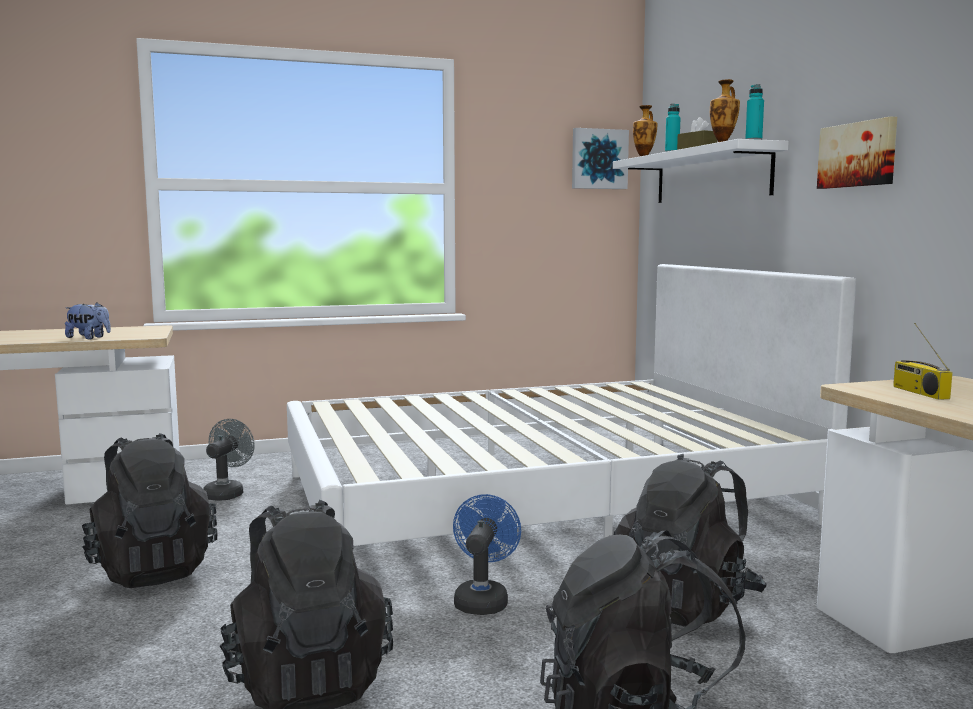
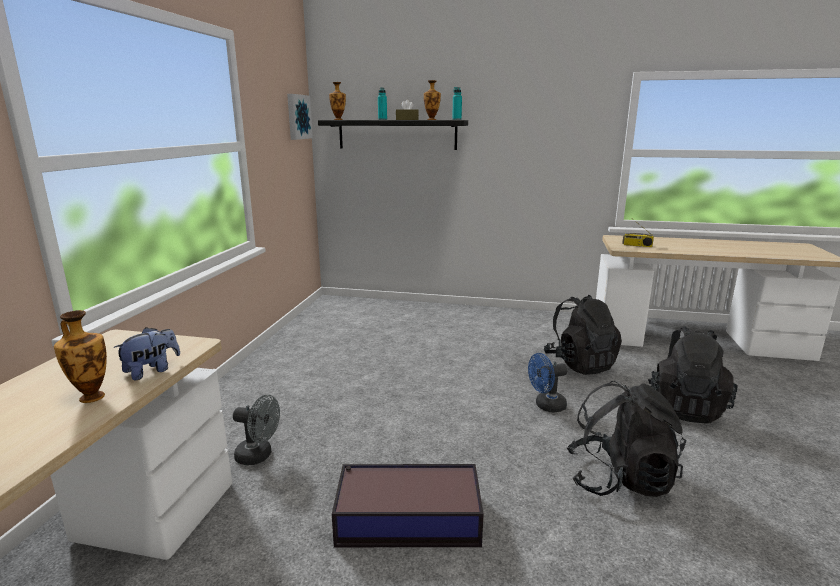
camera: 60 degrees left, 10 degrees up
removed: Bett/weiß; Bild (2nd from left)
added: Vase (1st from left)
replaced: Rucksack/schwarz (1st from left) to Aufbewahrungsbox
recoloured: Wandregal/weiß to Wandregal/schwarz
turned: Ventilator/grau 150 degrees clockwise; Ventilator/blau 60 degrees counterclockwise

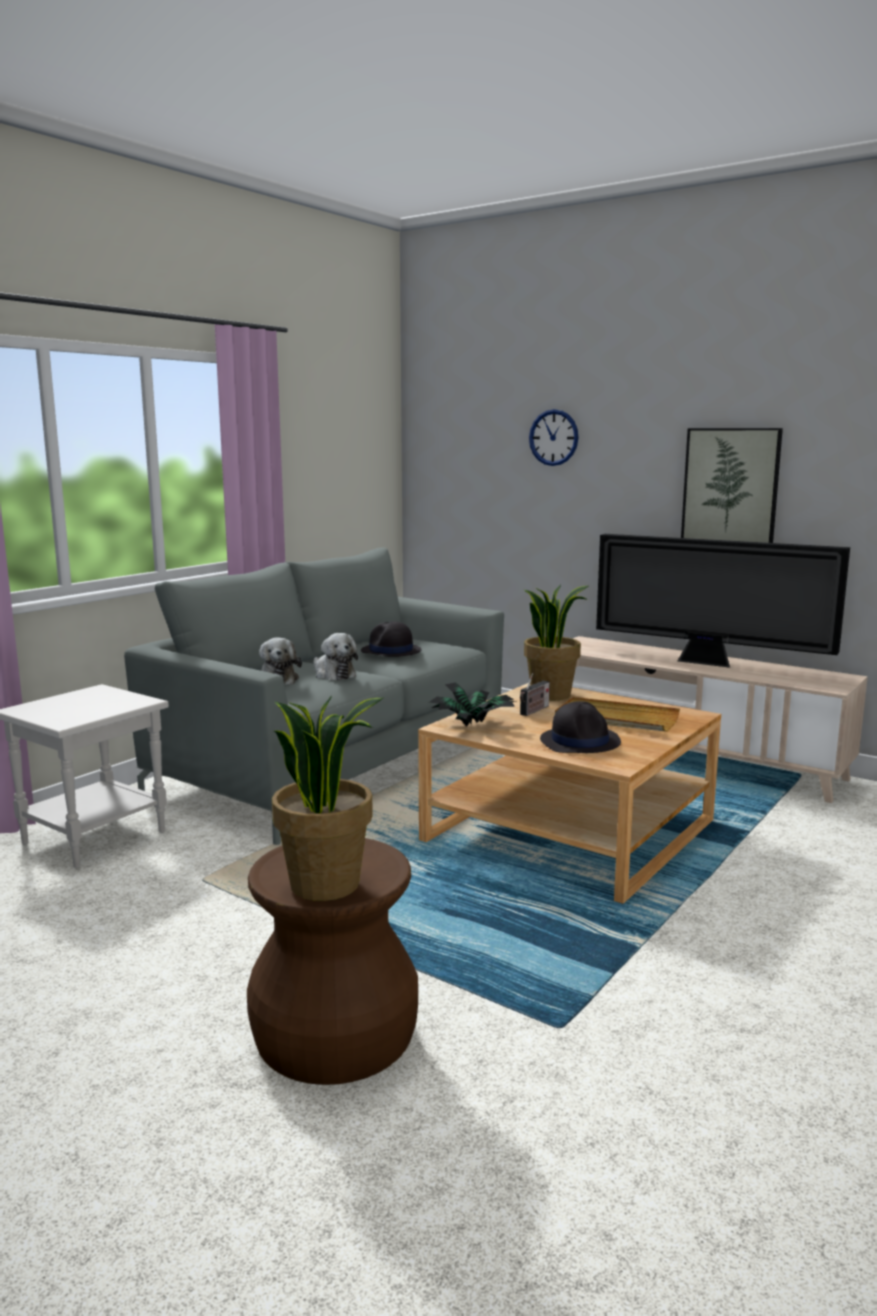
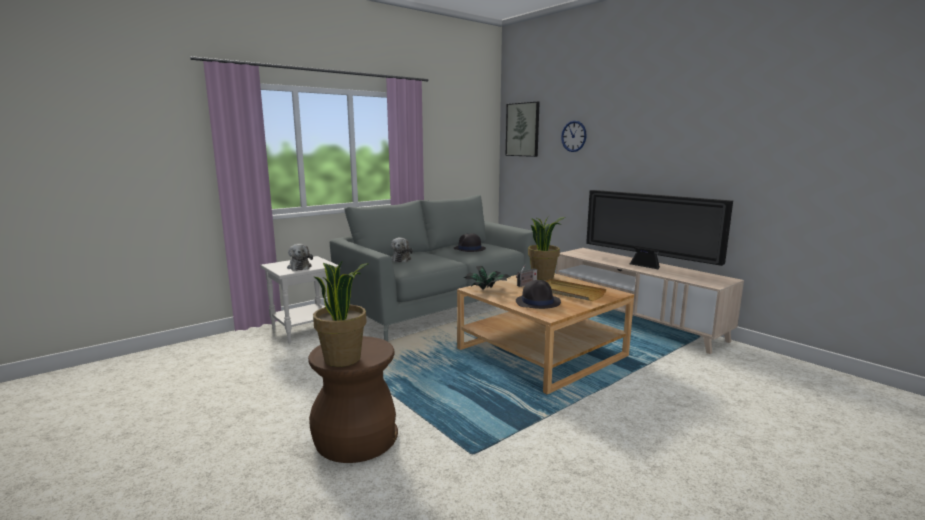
camera: 15 degrees right, 0 degrees up
moved: Plüschtier (2nd from left in the first image) to Plüschtier (1st from left); Bild

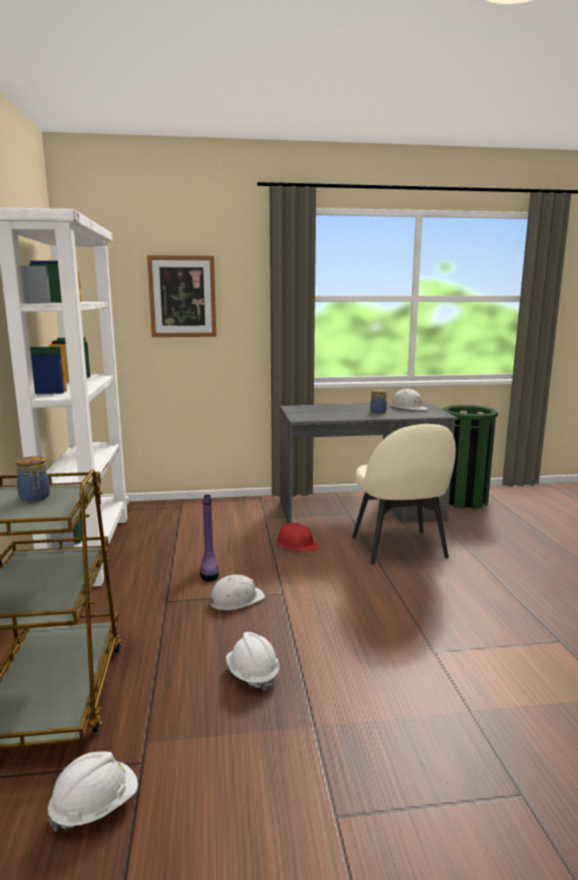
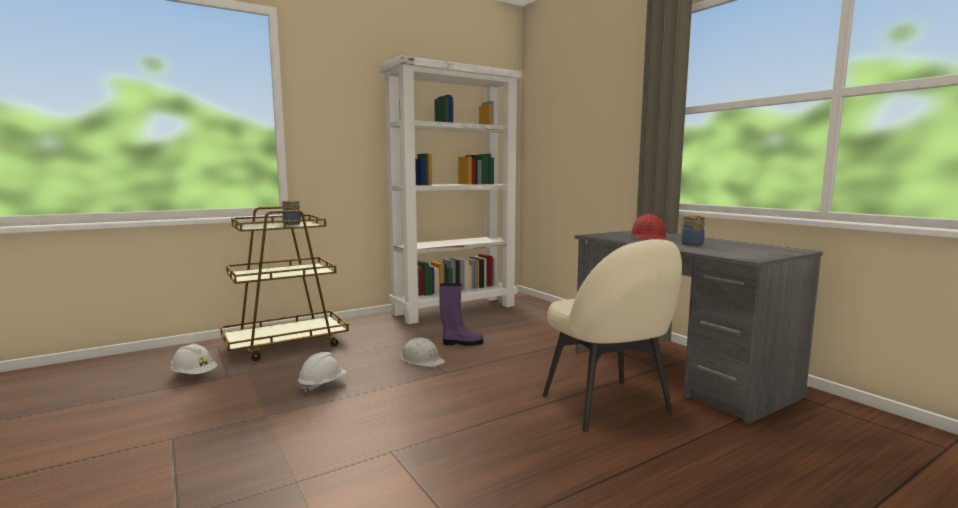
camera: 65 degrees right, 5 degrees down
removed: Bild; Schutzhelm/weiß (4th from left); Mülleimer/grün
moved: Schutzhelm/rot
turned: Stiefel/lila 150 degrees counterclockwise; Stuhl/beige 75 degrees counterclockwise

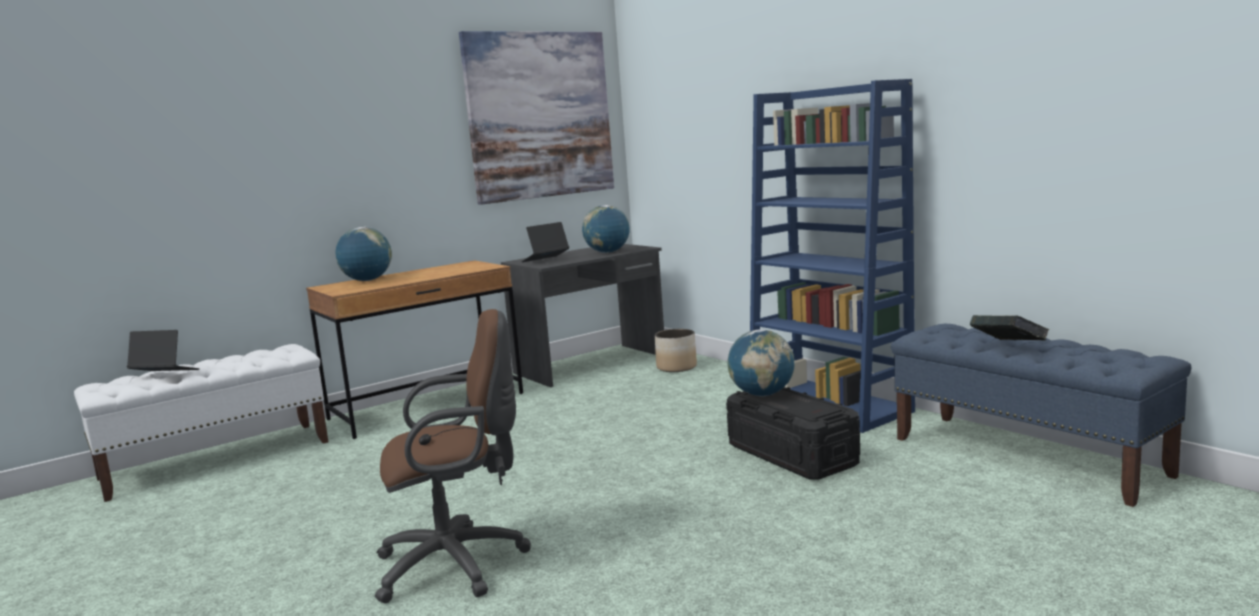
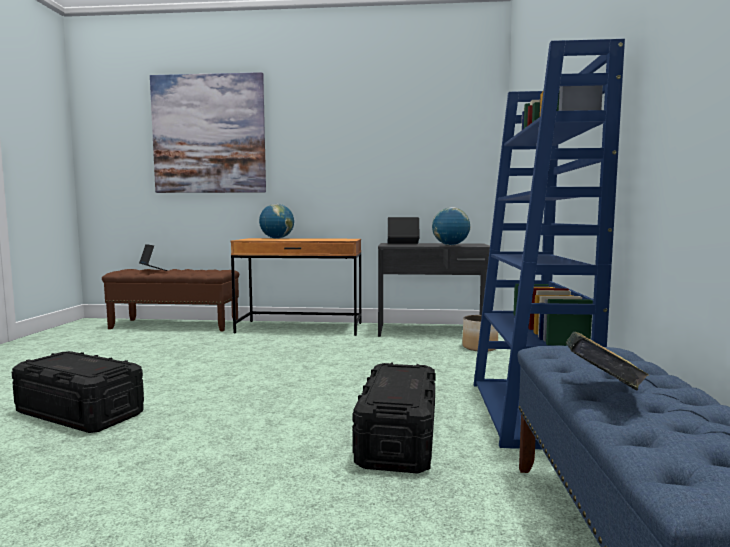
camera: 40 degrees right, 5 degrees down
removed: Globus (3rd from left)
moved: Bild
replaced: Bürostuhl/braun to Aufbewahrungsbox/schwarz (1st from left)
recoloured: Bank/weiß to Bank/braun

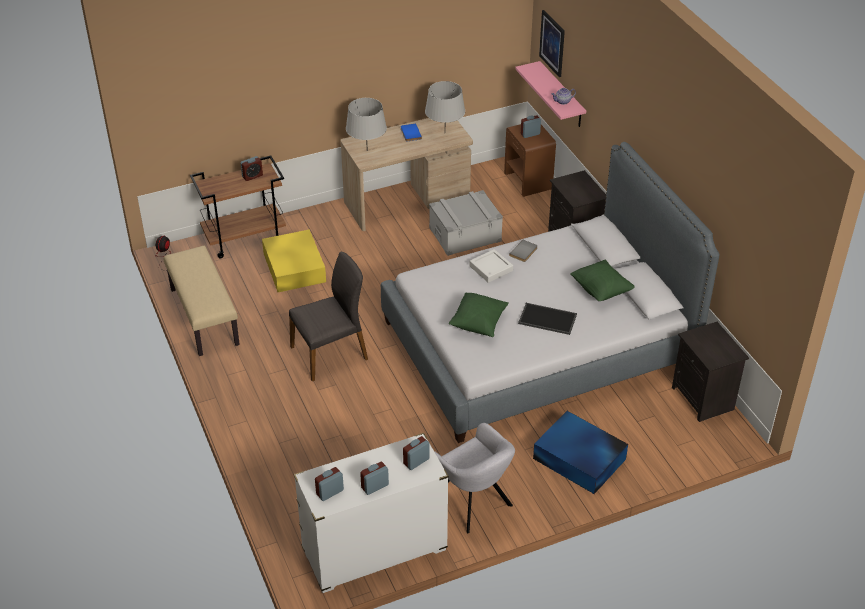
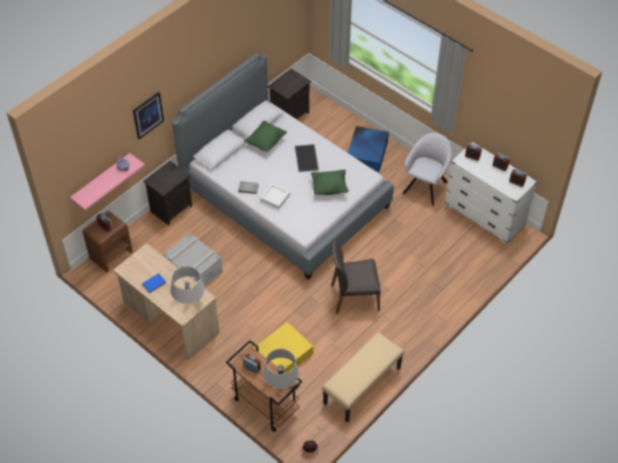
camera: 115 degrees left, 10 degrees up
moved: Tischlampe/grau (2nd from left); Bild
turned: Stuhl/grau 45 degrees counterclockwise

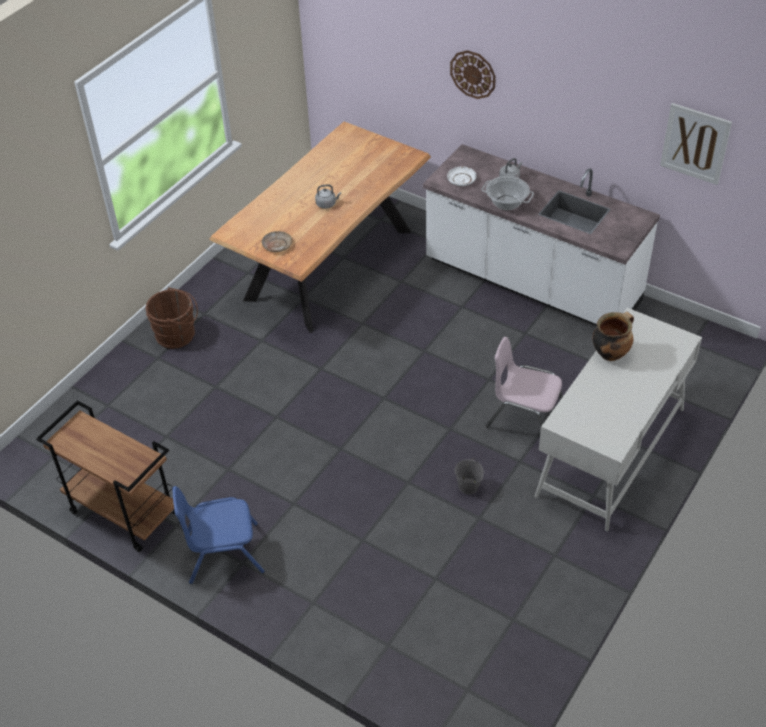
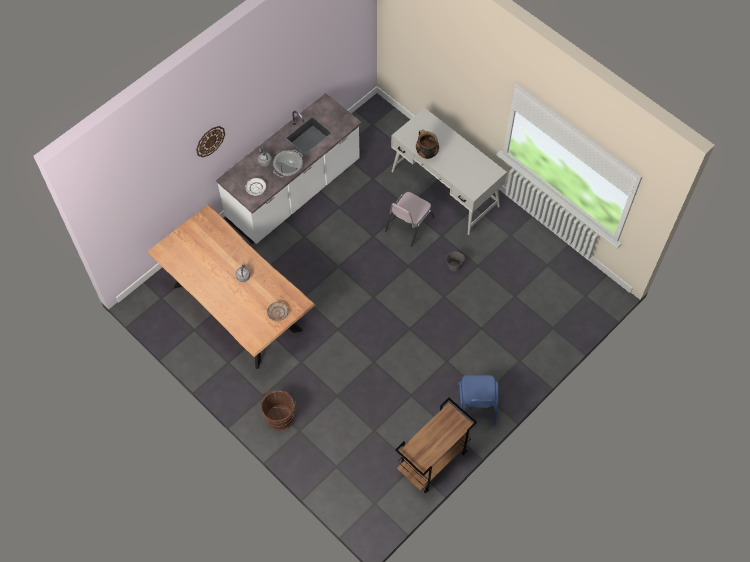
camera: 80 degrees left, 15 degrees up
removed: Bild

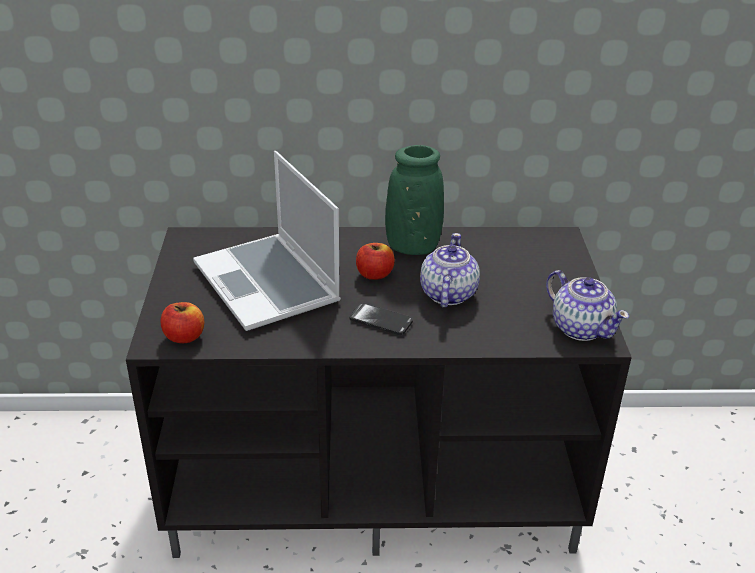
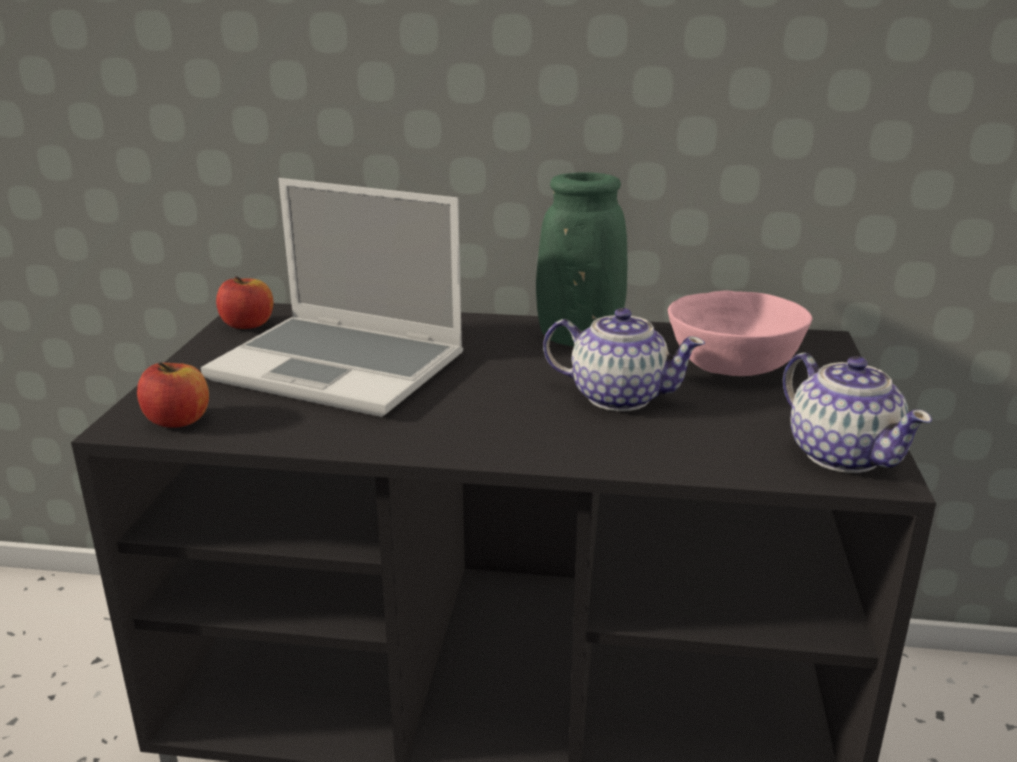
camera: 10 degrees right, 10 degrees down
removed: Handy
added: Schüssel/rosa
moved: Apfel (2nd from left)
turned: Laptop 45 degrees counterclockwise; Teekanne (1st from left) 90 degrees clockwise

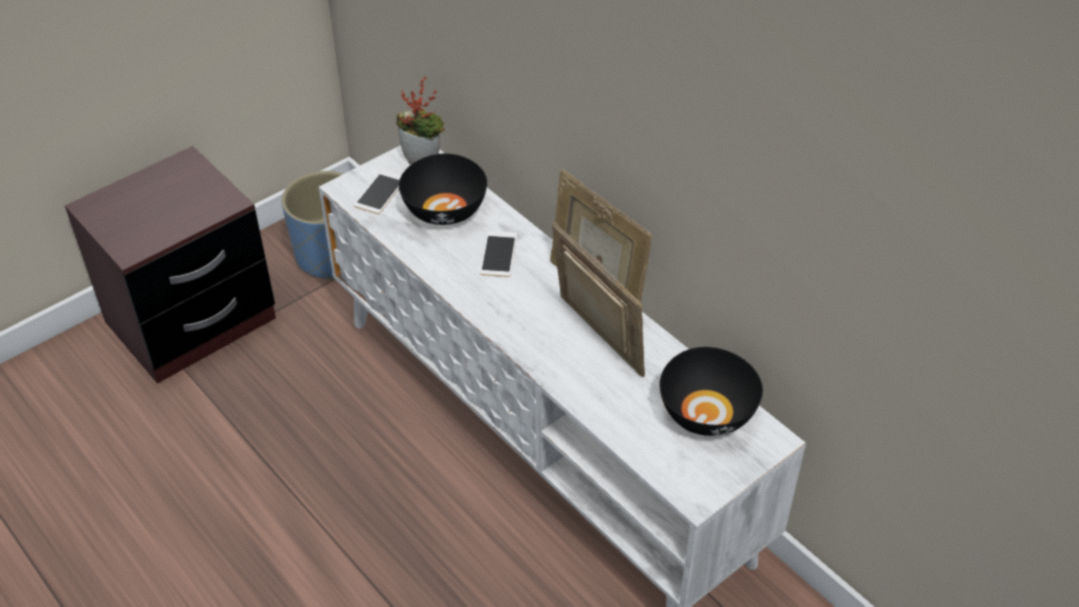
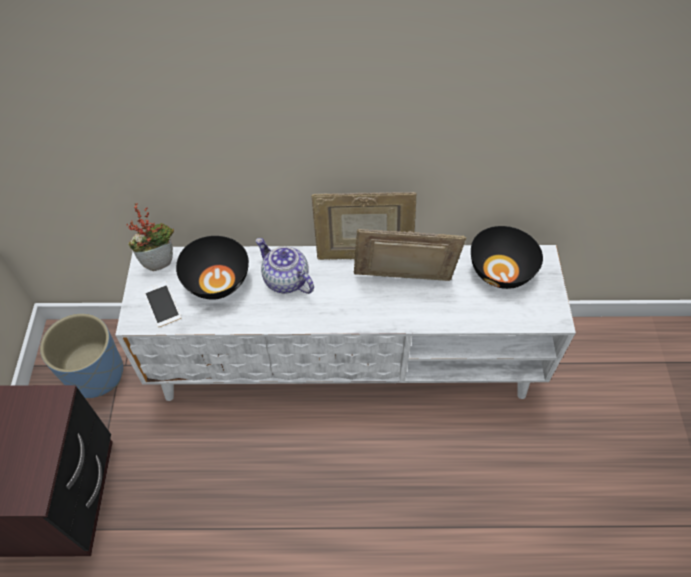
camera: 50 degrees left, 10 degrees up
replaced: Handy (2nd from left) to Teekanne

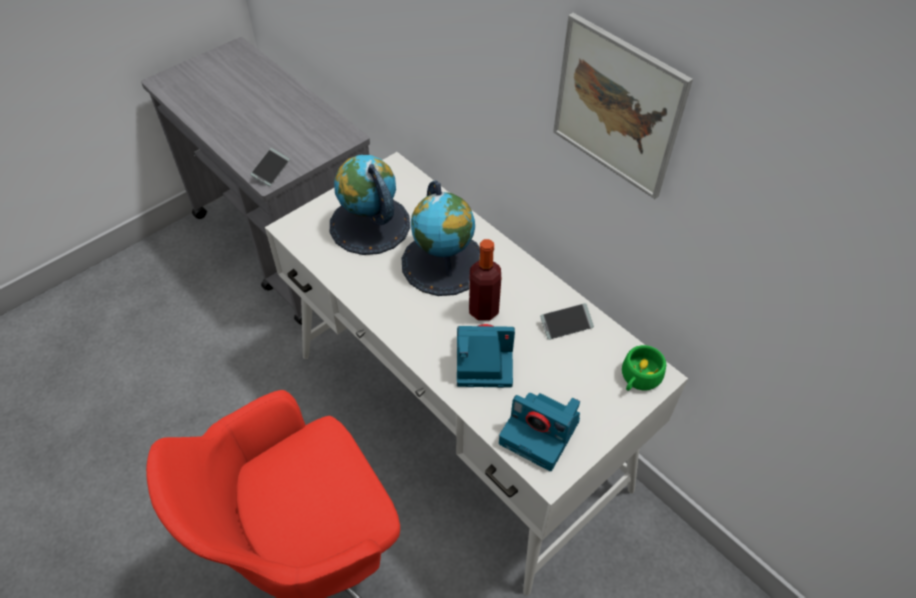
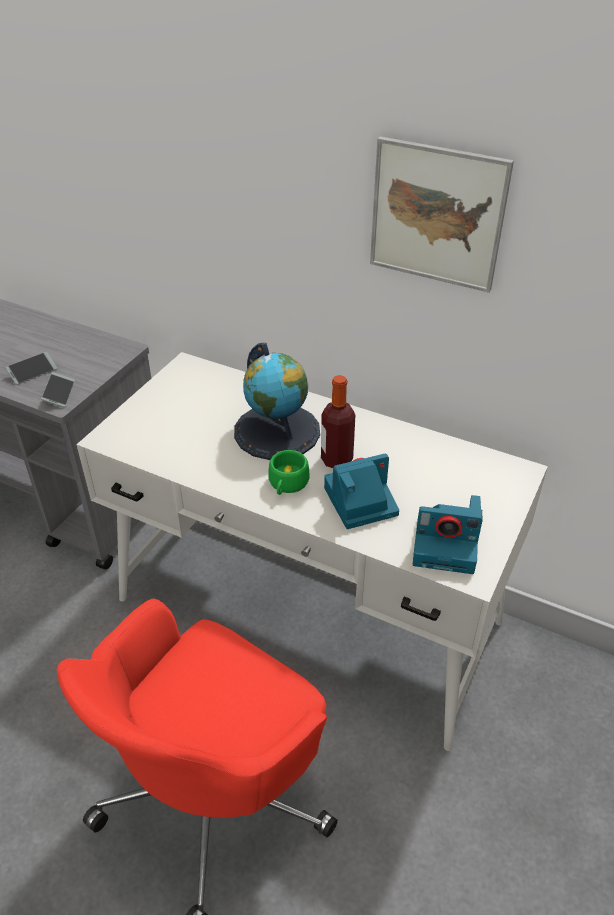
camera: 20 degrees left, 10 degrees down
removed: Globus (1st from left)
moved: Handy (2nd from left in the first image) to Handy (1st from left); Tasse/grün

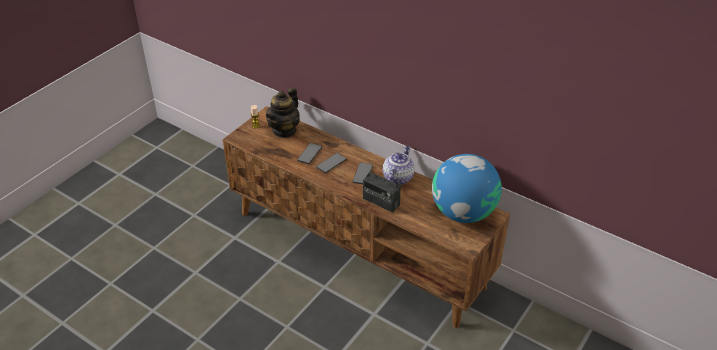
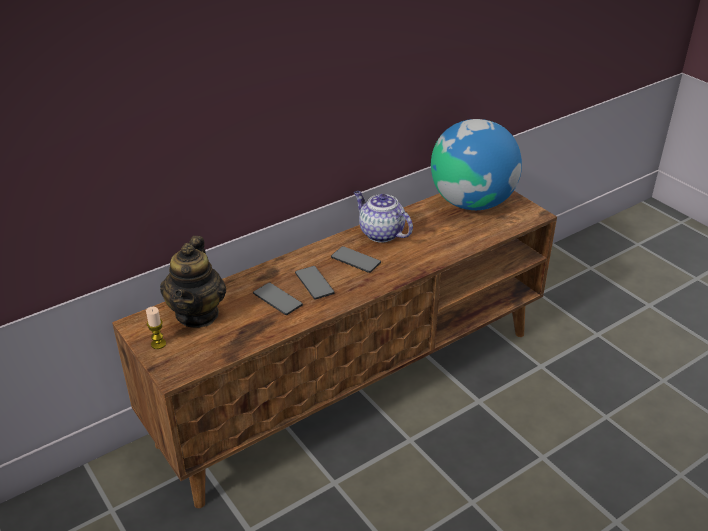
camera: 70 degrees left, 5 degrees down
removed: Radio
turned: Teekanne (1st from left) 45 degrees clockwise

